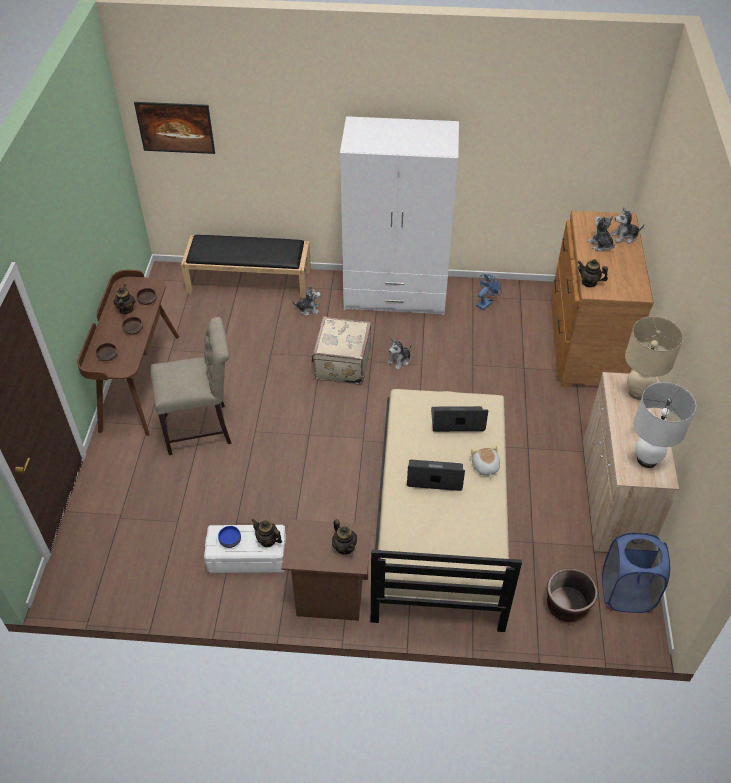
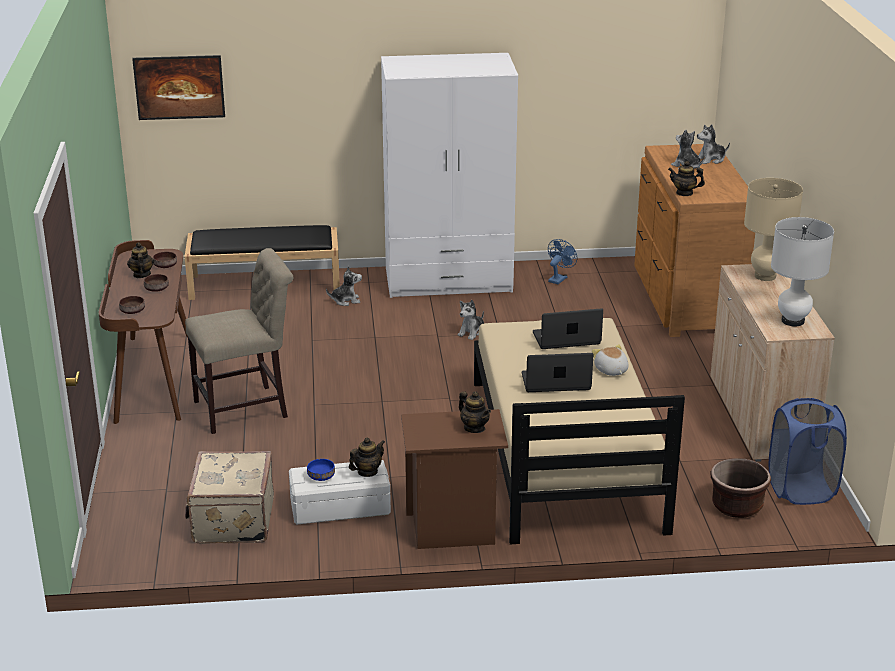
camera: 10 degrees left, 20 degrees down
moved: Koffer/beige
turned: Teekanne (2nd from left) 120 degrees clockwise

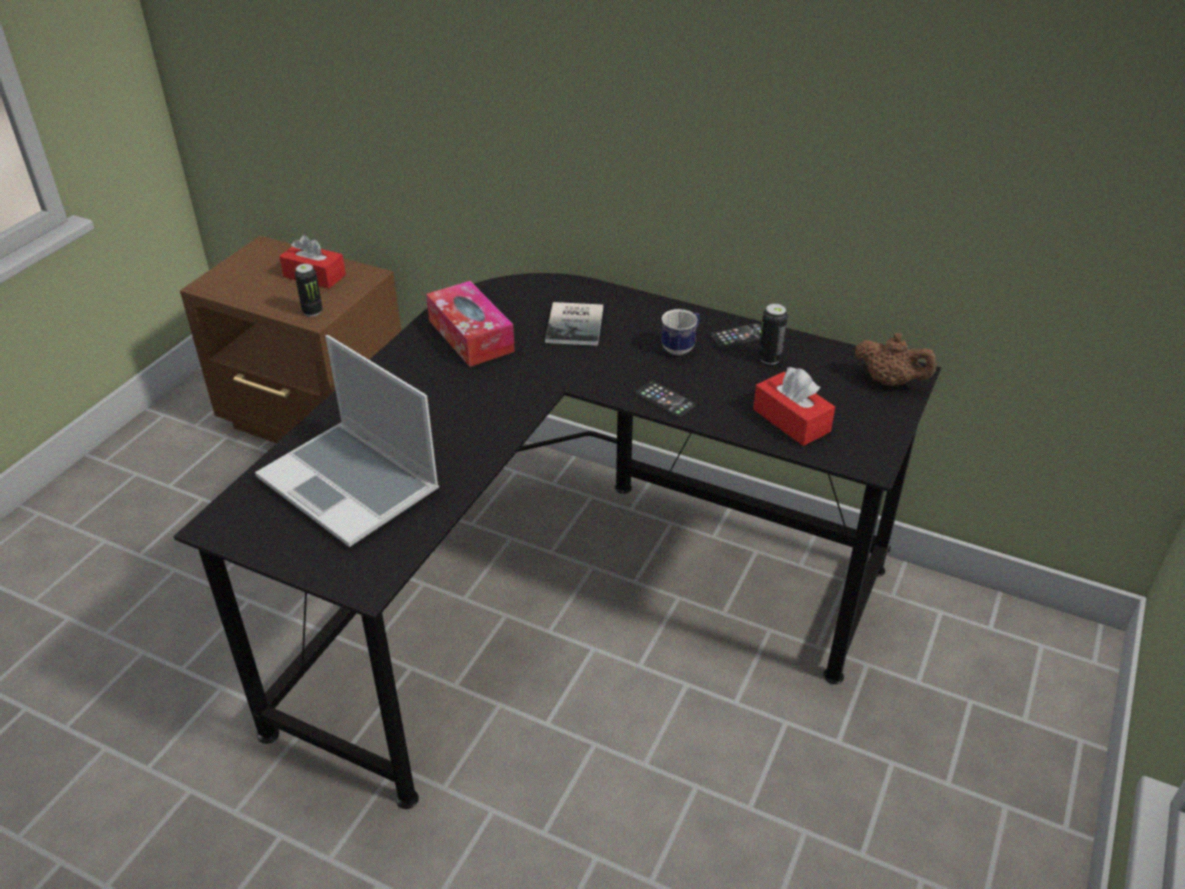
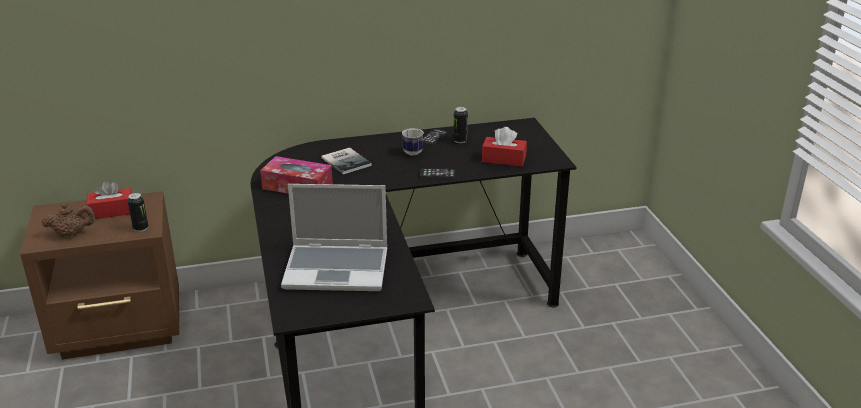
camera: 40 degrees left, 10 degrees down
moved: Teekanne/braun

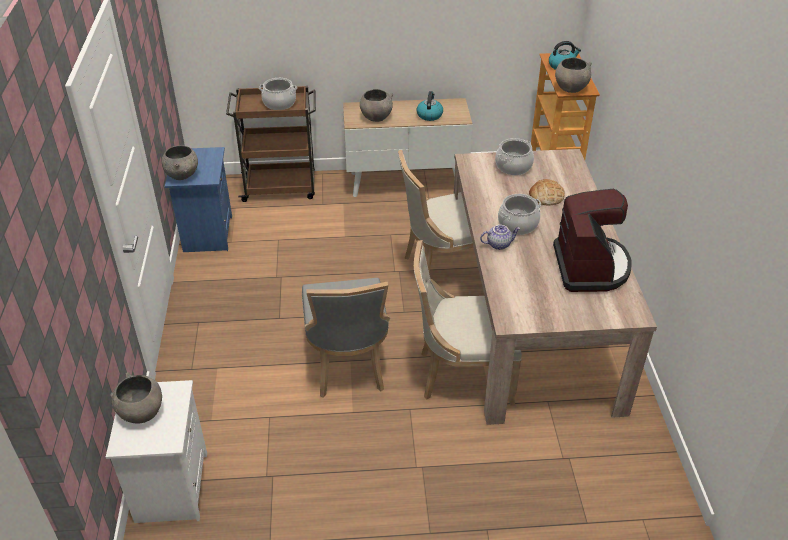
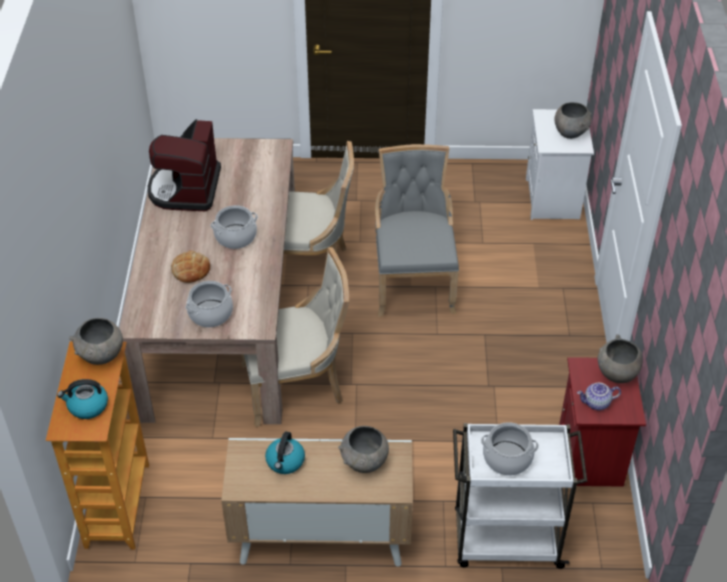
camera: 175 degrees left, 5 degrees up
moved: Teekanne
recoloured: Nachttisch/blau to Nachttisch/rot; Rollwagen/braun to Rollwagen/weiß

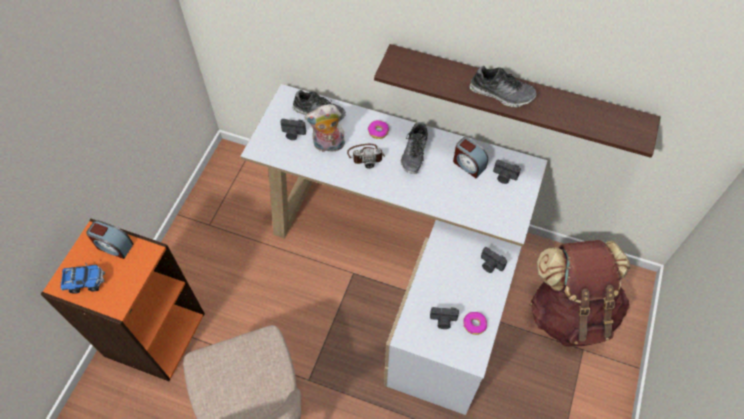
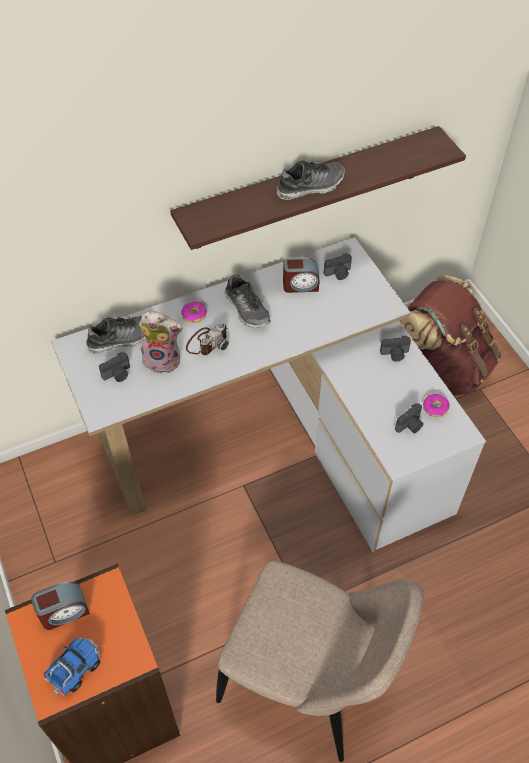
camera: 45 degrees left, 5 degrees down
turned: Plüschtier 120 degrees counterclockwise

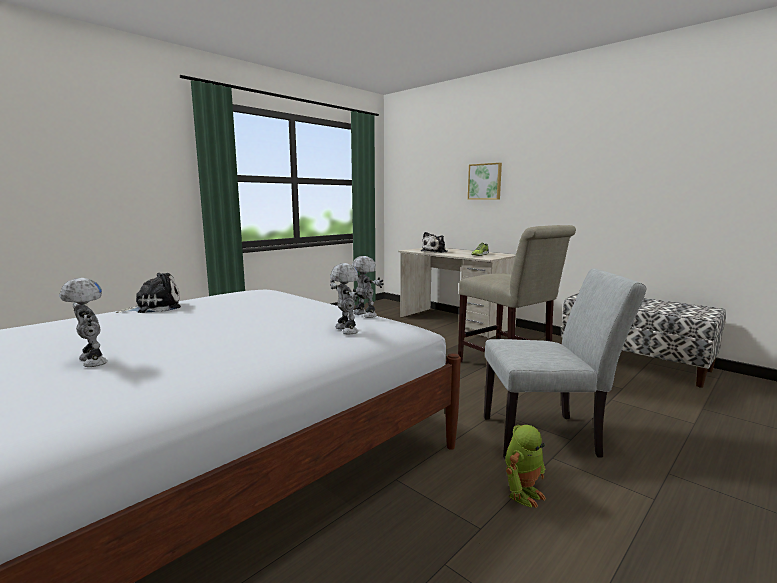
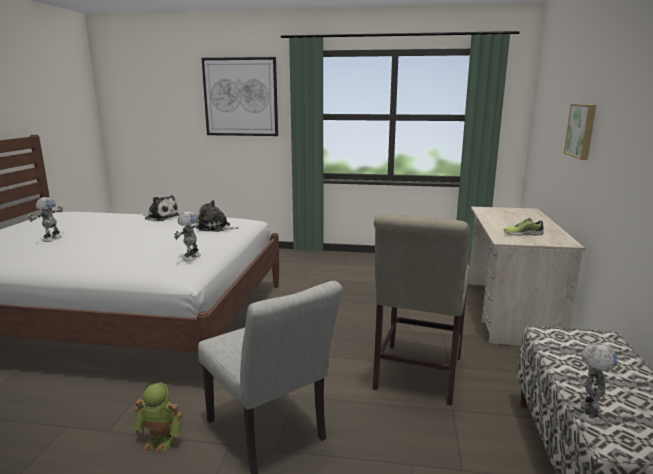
camera: 55 degrees right, 5 degrees up
added: Bild (1st from left)
moved: Spielzeugroboter (2nd from left in the first image) to Spielzeugroboter (4th from left); Plüschtier (2nd from left)

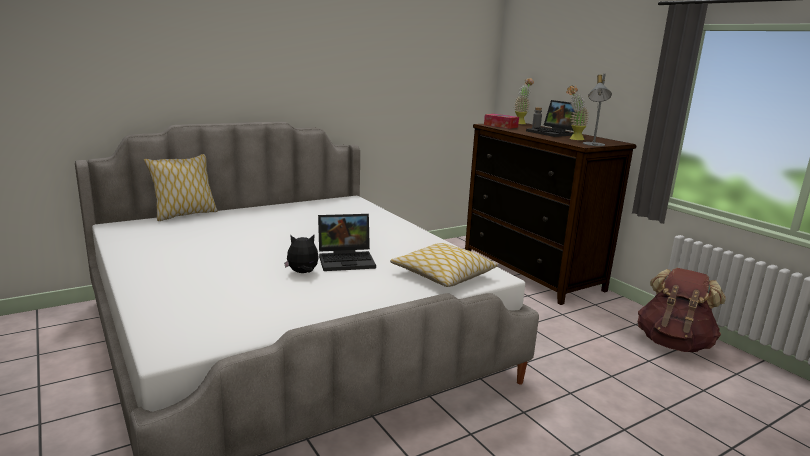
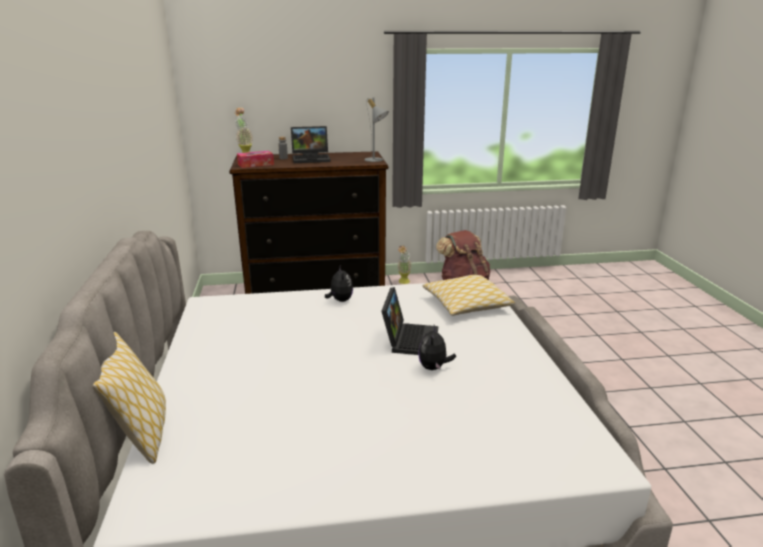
camera: 65 degrees left, 5 degrees up
added: Plüschtier (1st from left)
moved: Topfpflanze (2nd from left)

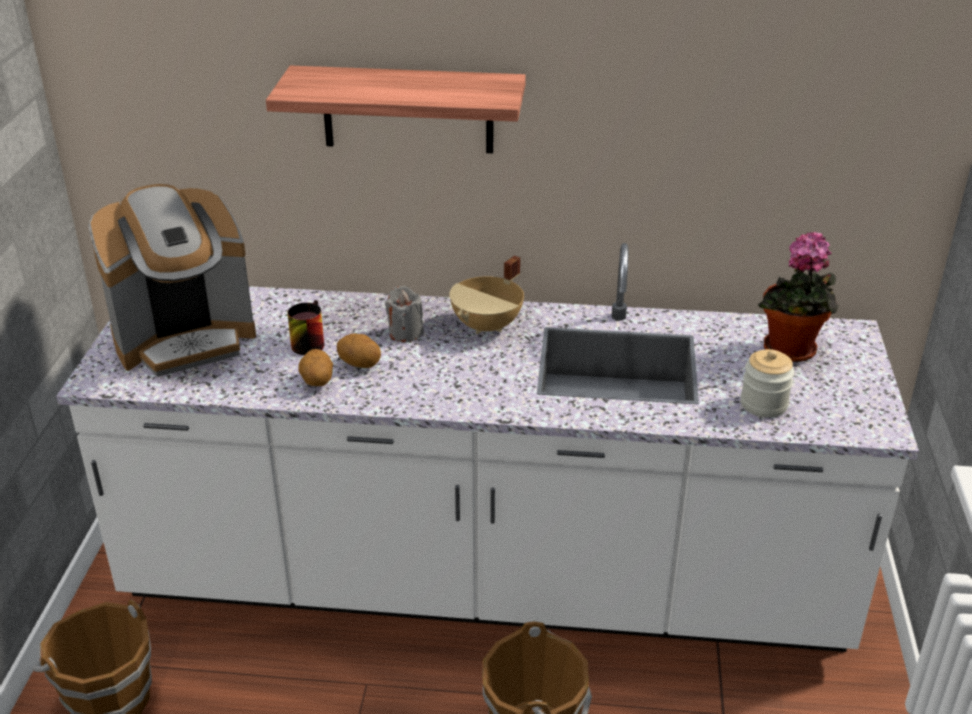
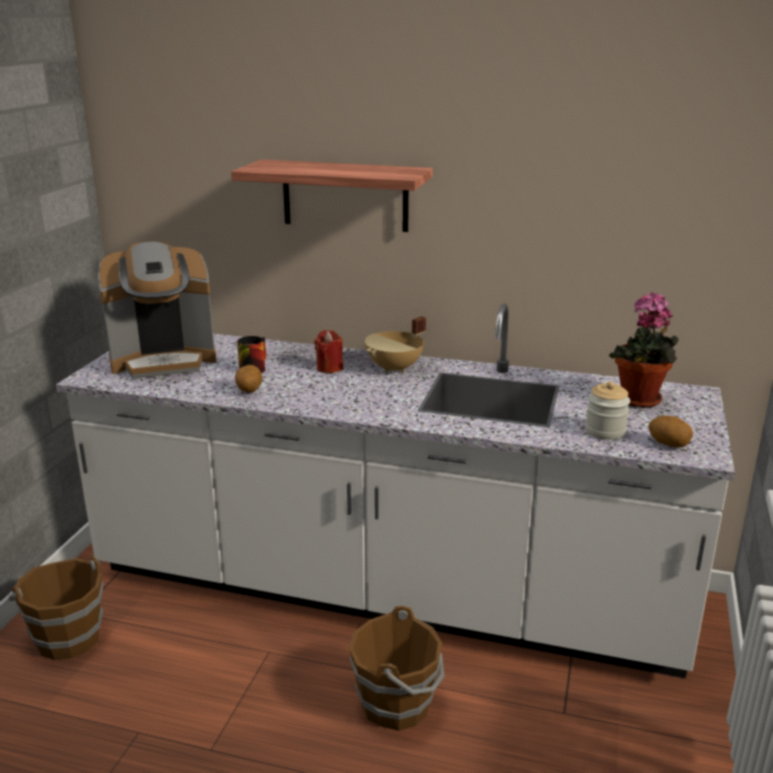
camera: 10 degrees right, 10 degrees down
moved: Kartoffel (2nd from left)
recoloured: Kerze/grau to Kerze/rot

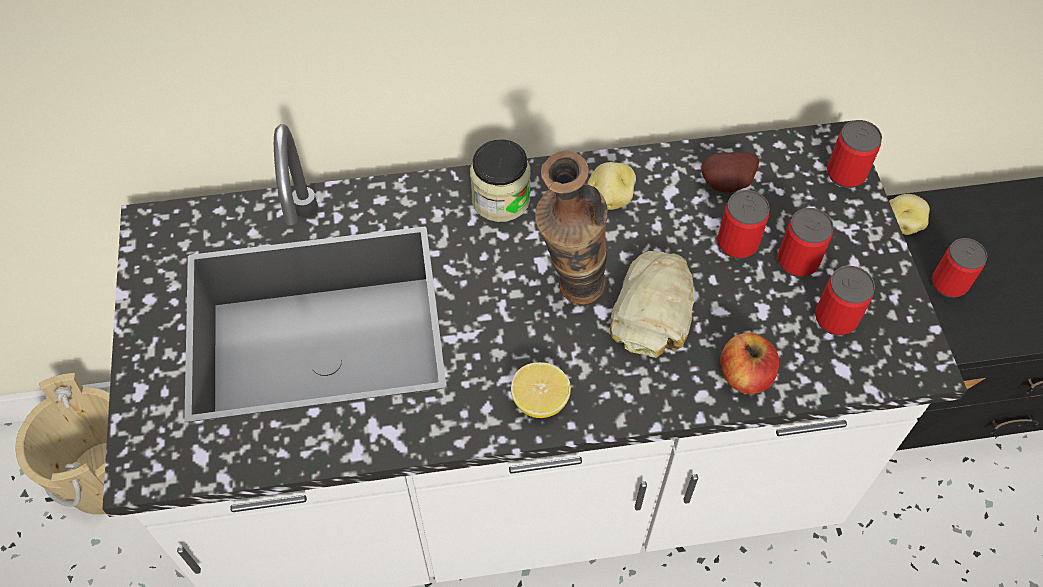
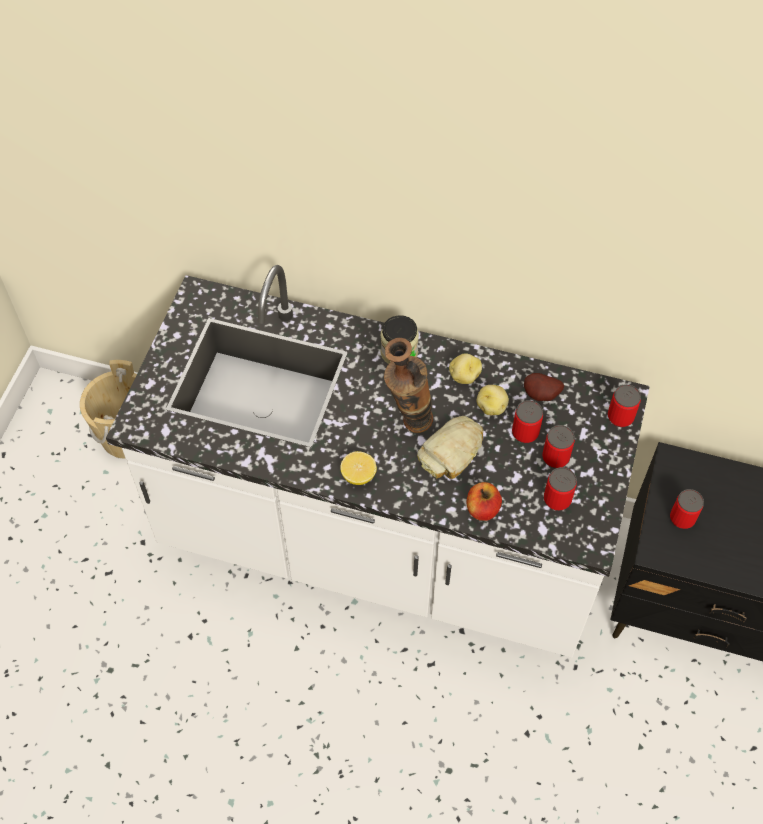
camera: 25 degrees right, 0 degrees up
moved: Kartoffel (3rd from left in the first image) to Kartoffel (2nd from left)

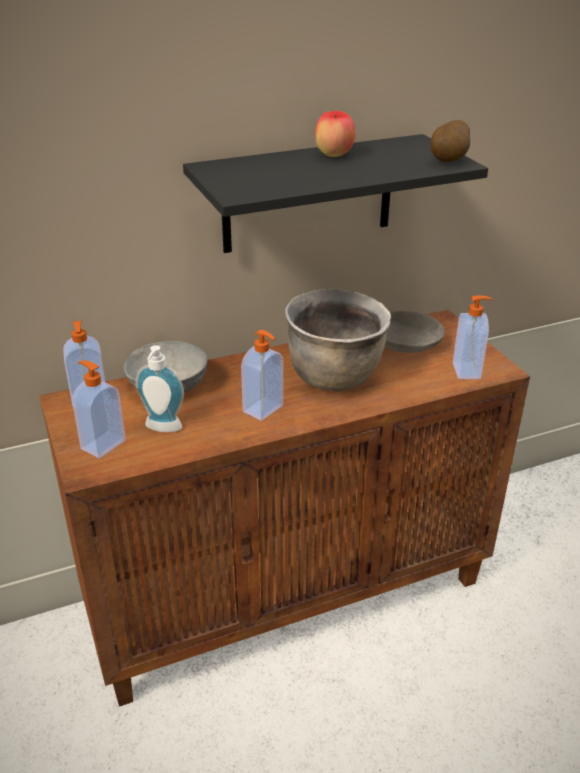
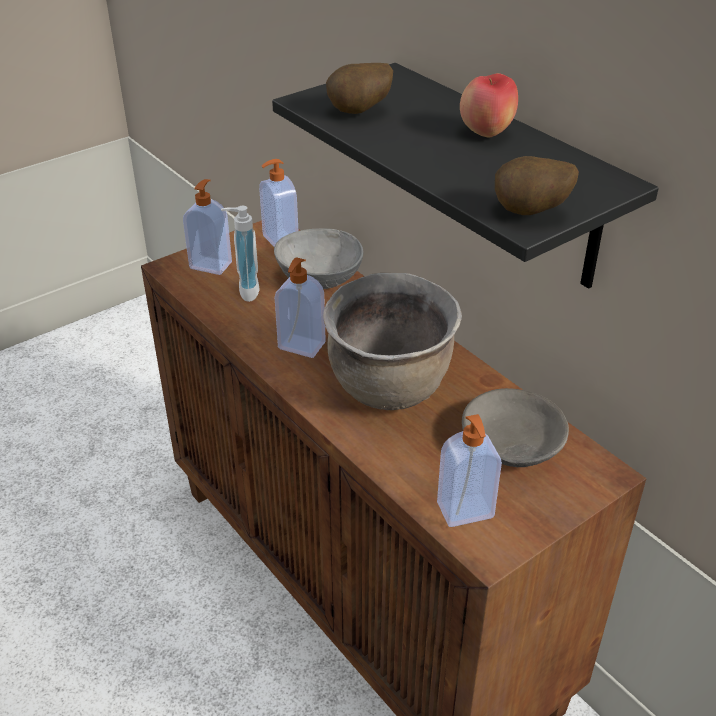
camera: 75 degrees right, 5 degrees up
added: Kartoffel (1st from left)

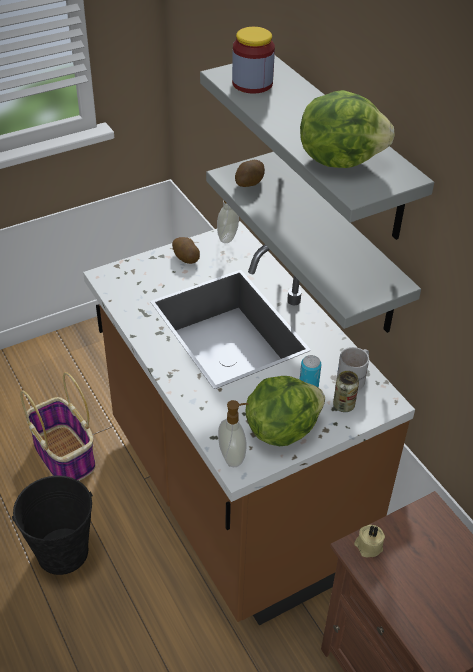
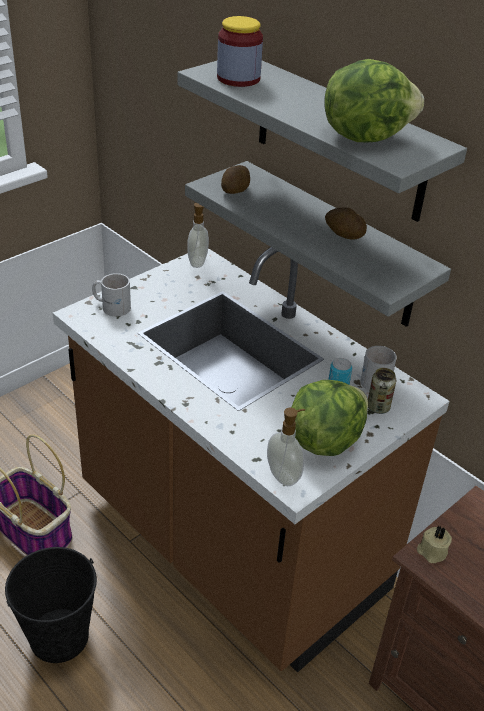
camera: 15 degrees left, 5 degrees down
added: Henkelbecher/weiß (1st from left)
moved: Kartoffel (1st from left in the first image) to Kartoffel (2nd from left)

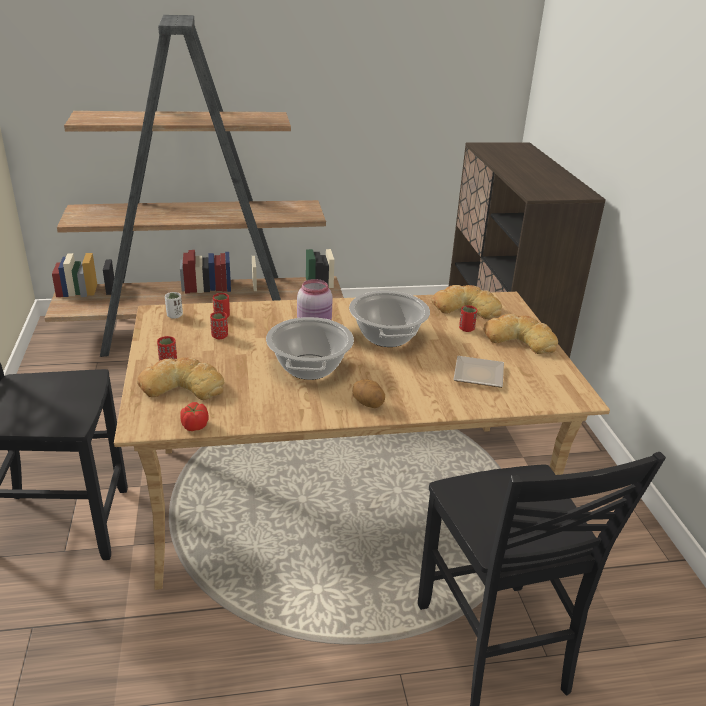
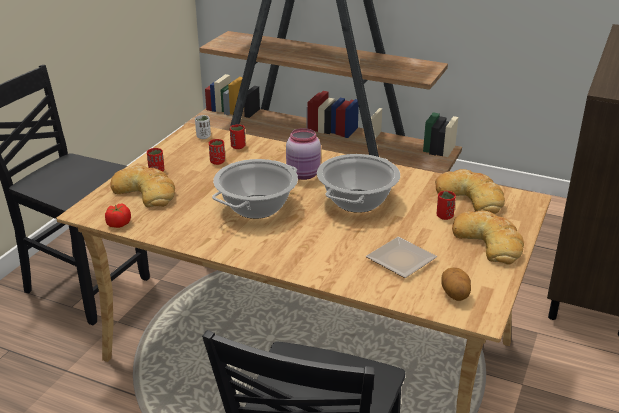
camera: 35 degrees right, 0 degrees up
moved: Kartoffel

